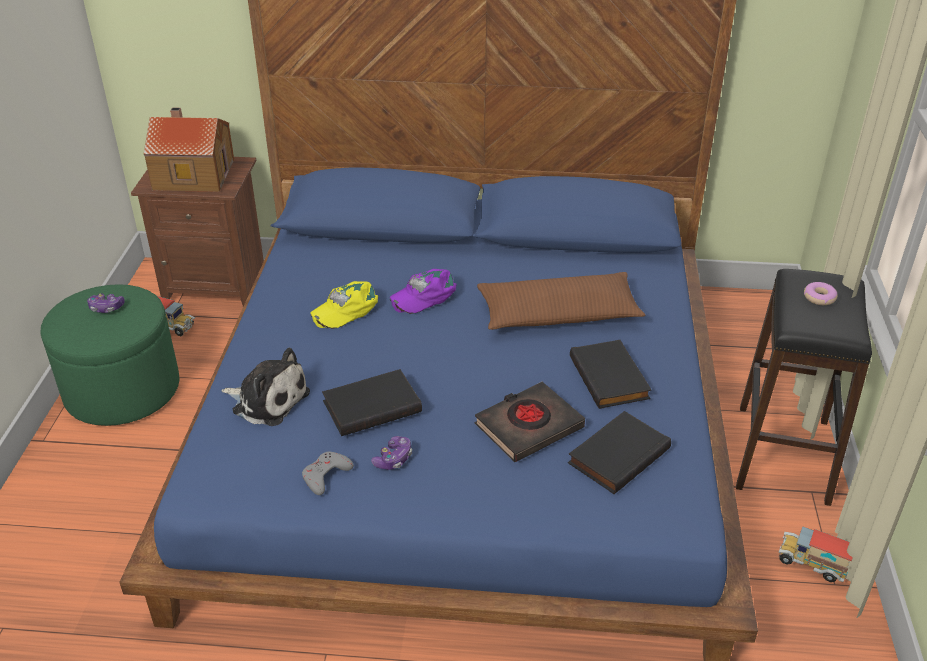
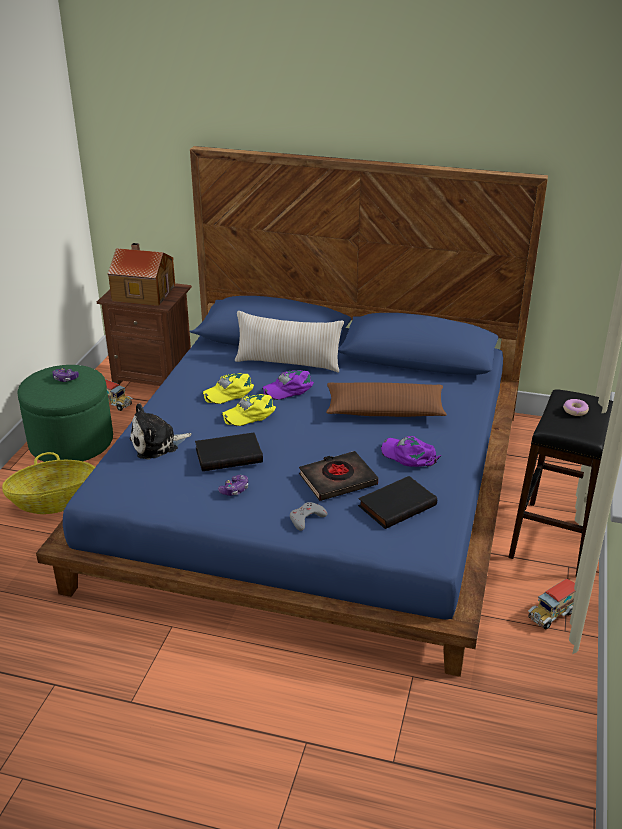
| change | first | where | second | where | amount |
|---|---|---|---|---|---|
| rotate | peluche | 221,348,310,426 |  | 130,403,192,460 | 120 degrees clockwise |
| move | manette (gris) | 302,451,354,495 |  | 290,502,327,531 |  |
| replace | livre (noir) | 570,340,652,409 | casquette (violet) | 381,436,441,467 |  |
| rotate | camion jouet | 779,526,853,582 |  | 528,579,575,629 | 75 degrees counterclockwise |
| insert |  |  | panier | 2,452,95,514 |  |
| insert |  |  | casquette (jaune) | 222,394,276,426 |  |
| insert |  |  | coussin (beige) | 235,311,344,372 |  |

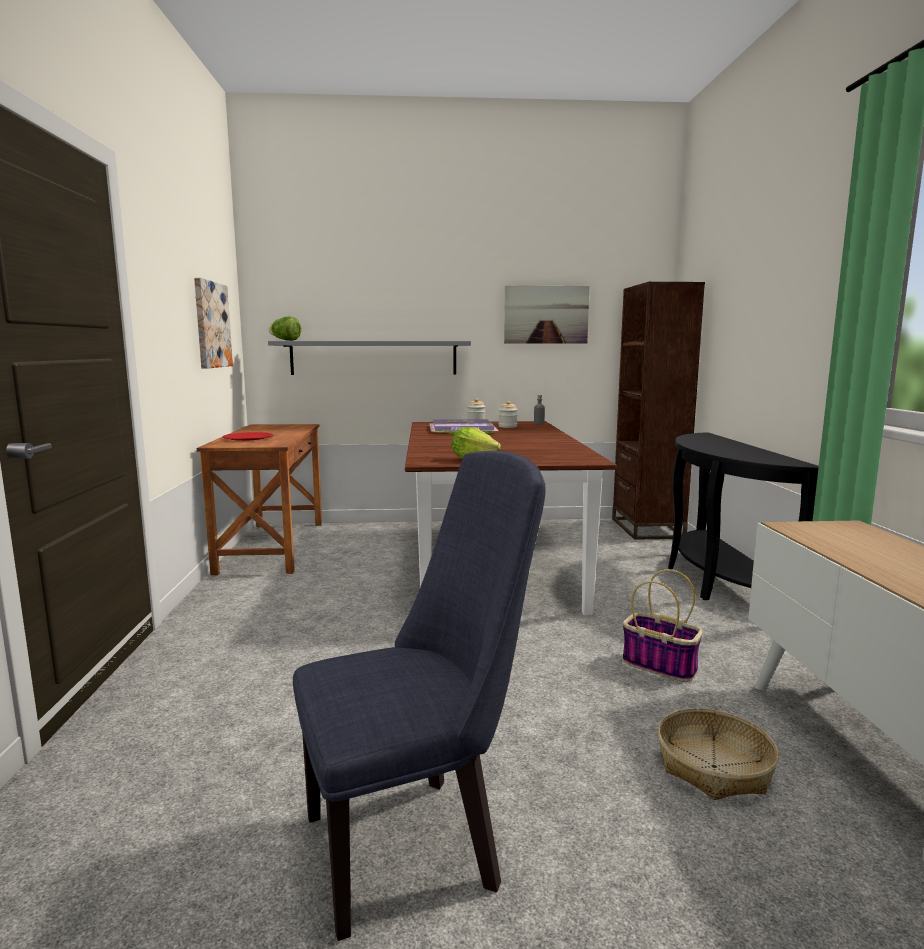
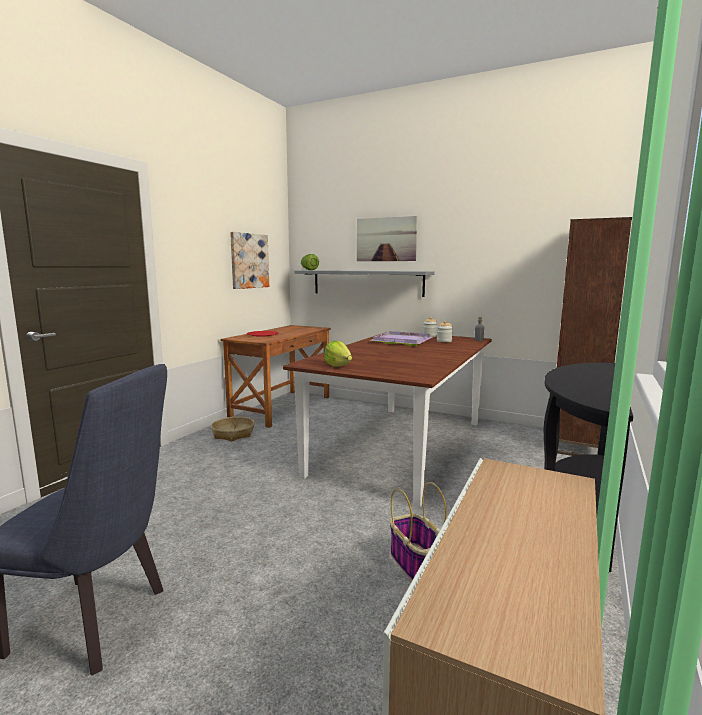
| change | first | where | second | where | amount |
|---|---|---|---|---|---|
| move | tableau | 504,285,590,343 |  | 357,216,417,261 |  |
| move | panier | 658,708,779,800 |  | 211,417,255,442 |  |

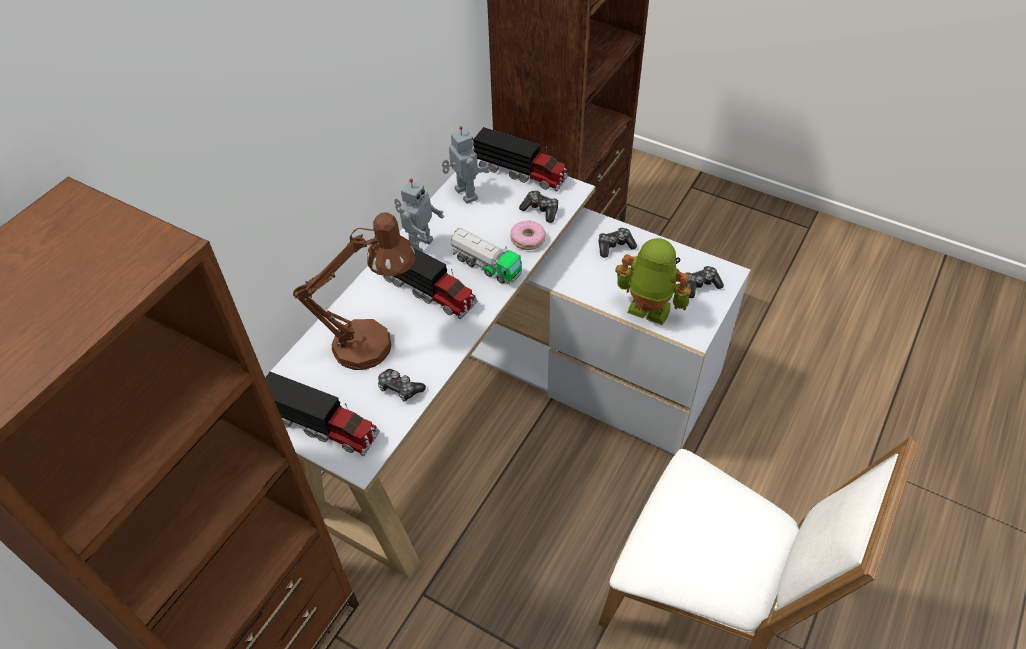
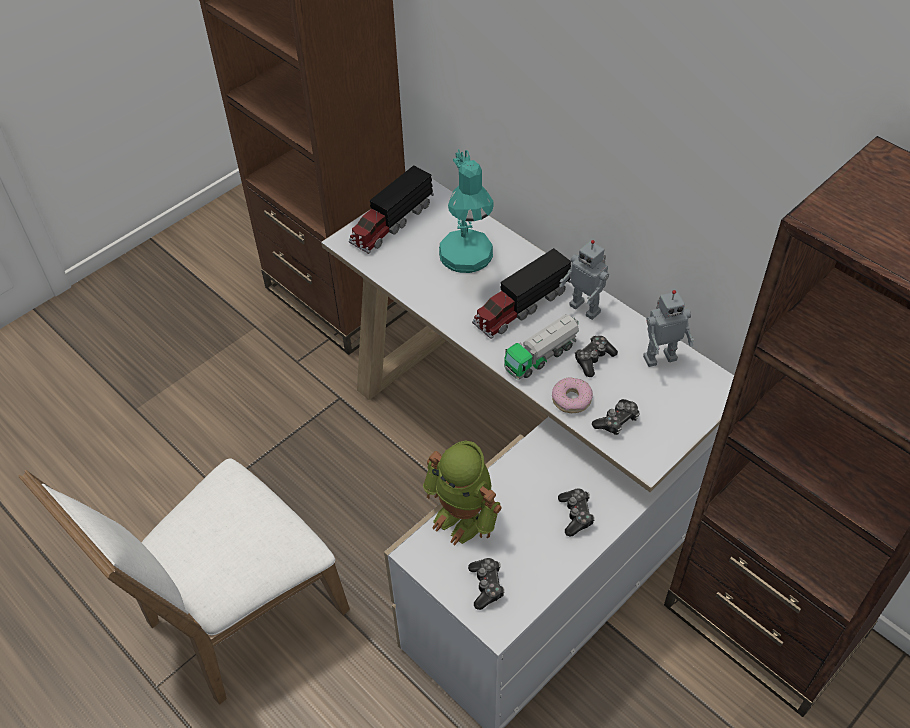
| change | first | where | second | where | amount |
|---|---|---|---|---|---|
| recolor | lampe de table (marron) | 293,212,416,370 | lampe de table (turquoise) | 439,149,494,273 |  |
| move | manette | 378,369,426,401 |  | 575,336,618,377 |  |
| delete | camion jouet | 473,127,568,191 |  |  |  |
| rotate | robot jouet | 615,238,692,325 |  | 423,441,502,545 | 90 degrees clockwise |

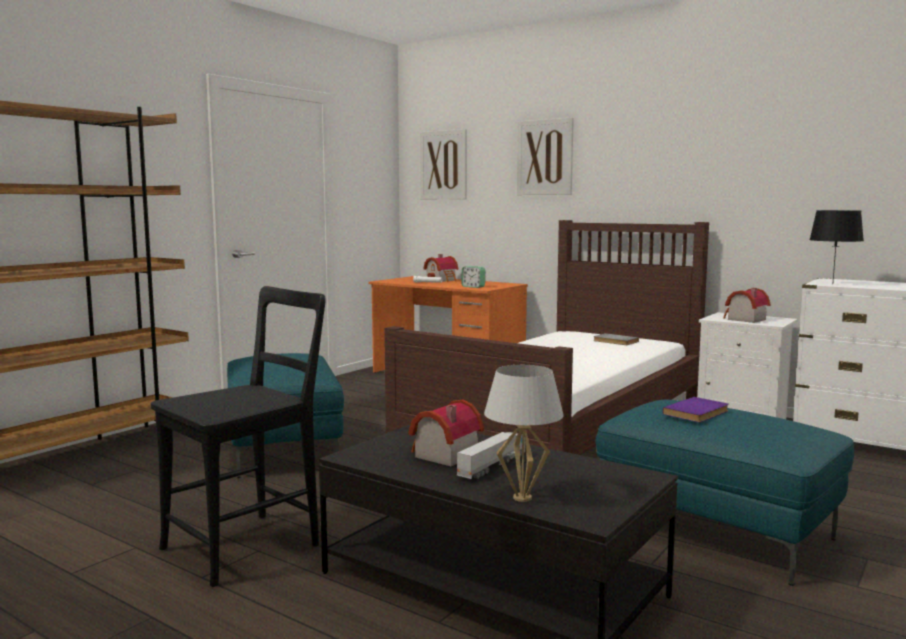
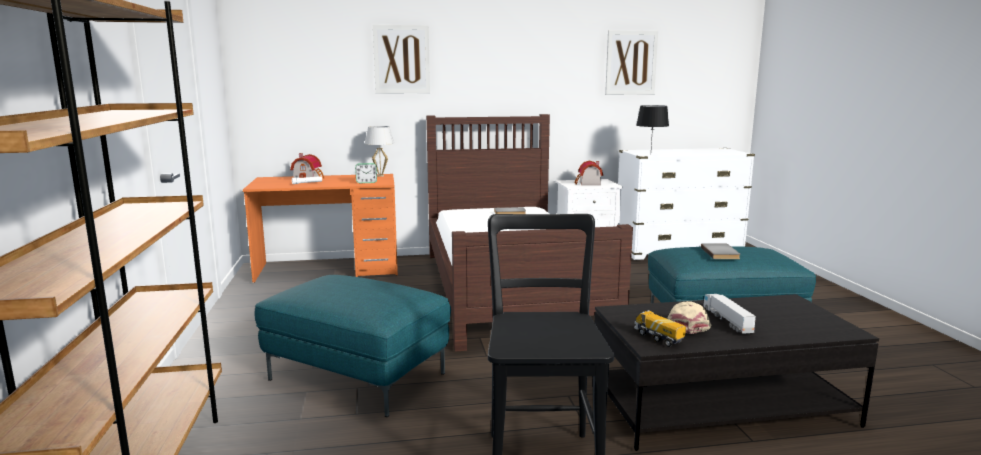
| change | first | where | second | where | amount |
|---|---|---|---|---|---|
| replace | maison miniature | 408,400,484,467 | casquette (beige) | 667,301,711,334 |  |
| move | tableau | 420,129,467,199 |  | 605,30,658,95 |  |
| move | lampe de table (blanc) | 484,365,564,502 |  | 364,126,394,177 |  |
| recolor | livre (violet) | 663,397,729,422 | livre (gris) | 701,243,740,259 |  |
| insert |  |  | camion jouet | 634,310,686,347 |  |

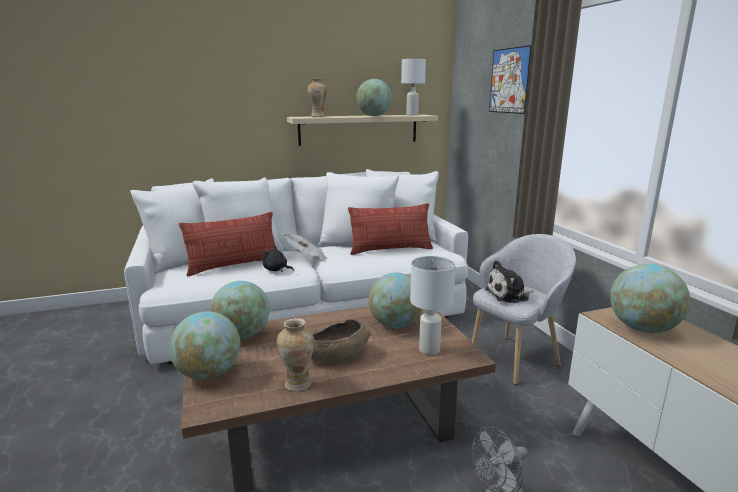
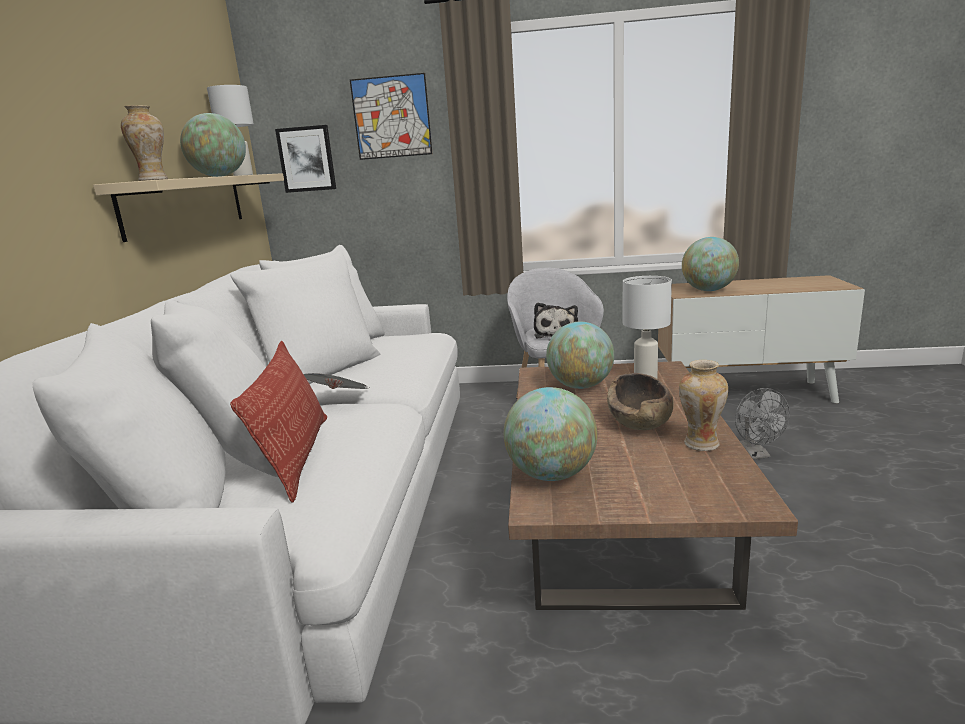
| change | first | where | second | where | amount |
|---|---|---|---|---|---|
| delete | globe | 169,311,240,380 |  |  |  |
| delete | peluche (noir) | 262,246,294,272 |  |  |  |
| delete | coussin | 348,203,433,255 |  |  |  |
| insert |  |  | tableau | 275,125,336,193 |  |

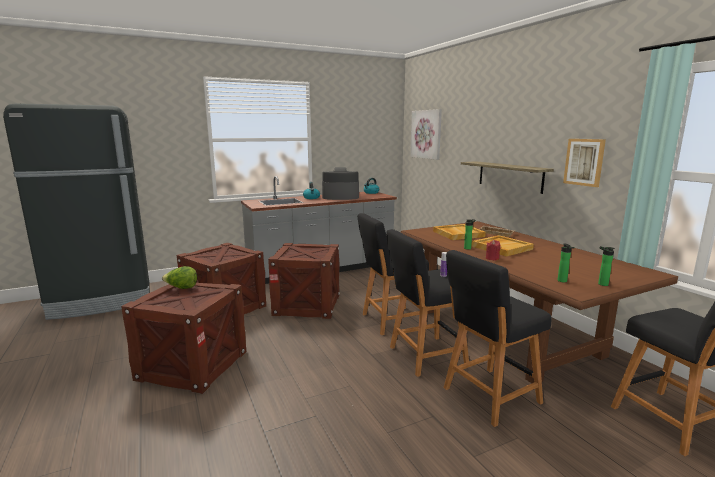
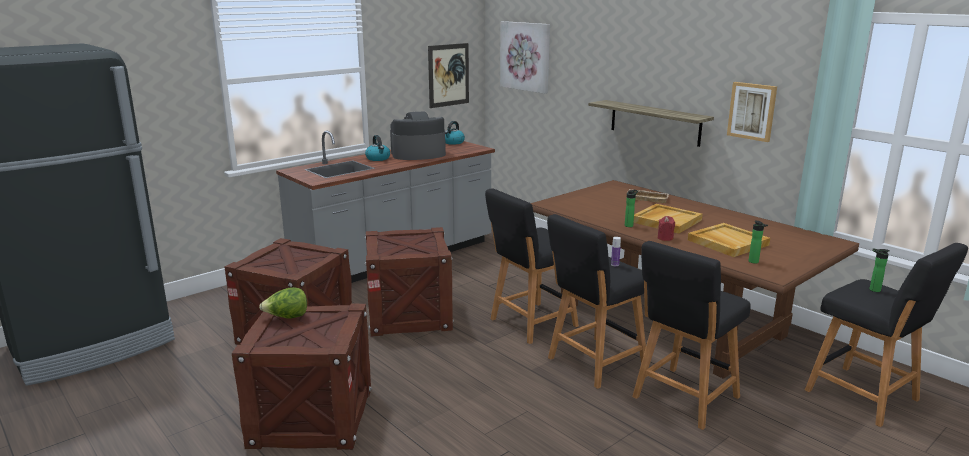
| change | first | where | second | where | amount |
|---|---|---|---|---|---|
| move | plateau (beige) | 433,224,486,240 |  | 688,223,770,257 |  |
| move | bouteille | 598,246,615,286 |  | 870,248,890,292 |  |
| insert |  |  | tableau | 428,43,469,108 |  |

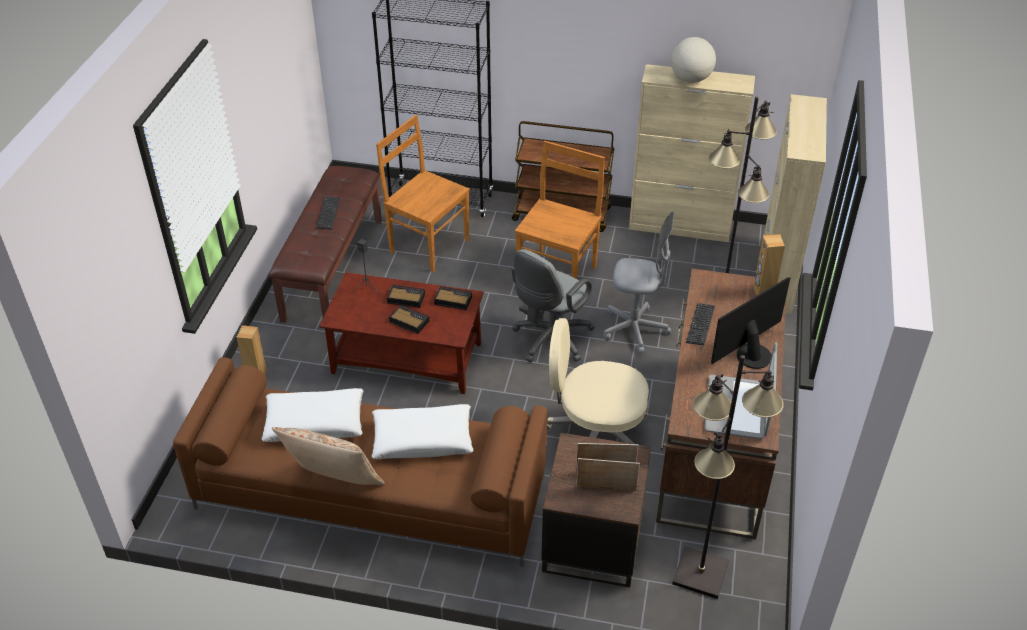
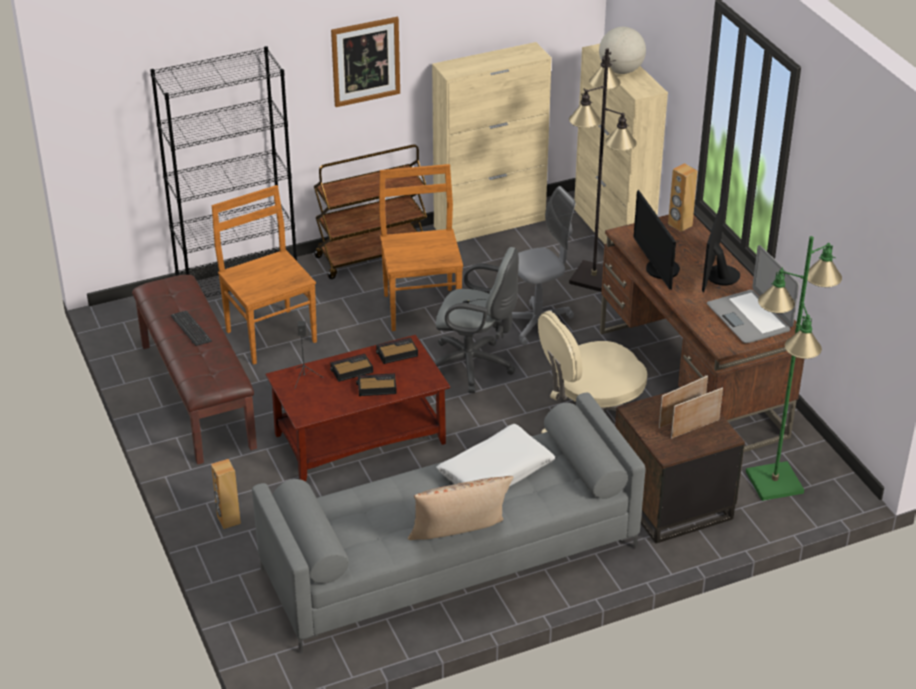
| change | first | where | second | where | amount |
|---|---|---|---|---|---|
| recolor | canapé (marron) | 173,357,548,567 | canapé (gris) | 252,393,646,654 |  |
| delete | coussin (blanc) | 262,388,364,442 |  |  |  |
| rotate | chaise (marron) | 376,115,470,272 |  | 212,185,317,365 | 60 degrees clockwise |
| rotate | chaise de bureau (gris) | 512,249,595,362 |  | 434,247,519,393 | 75 degrees counterclockwise |
| move | globe | 671,37,716,83 |  | 599,27,646,74 |  |
| recolor | lampadaire (noir) | 672,355,784,599 | lampadaire (vert) | 746,236,842,501 |  |
| replace | clavier | 686,303,715,345 | écran d'ordinateur | 633,190,680,290 |  |
| insert |  |  | tableau | 331,17,400,107 |  |

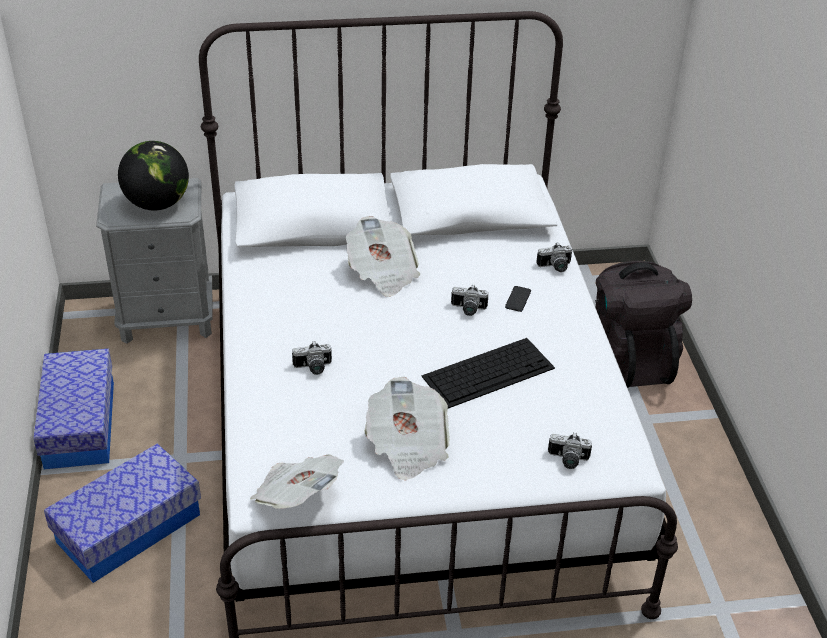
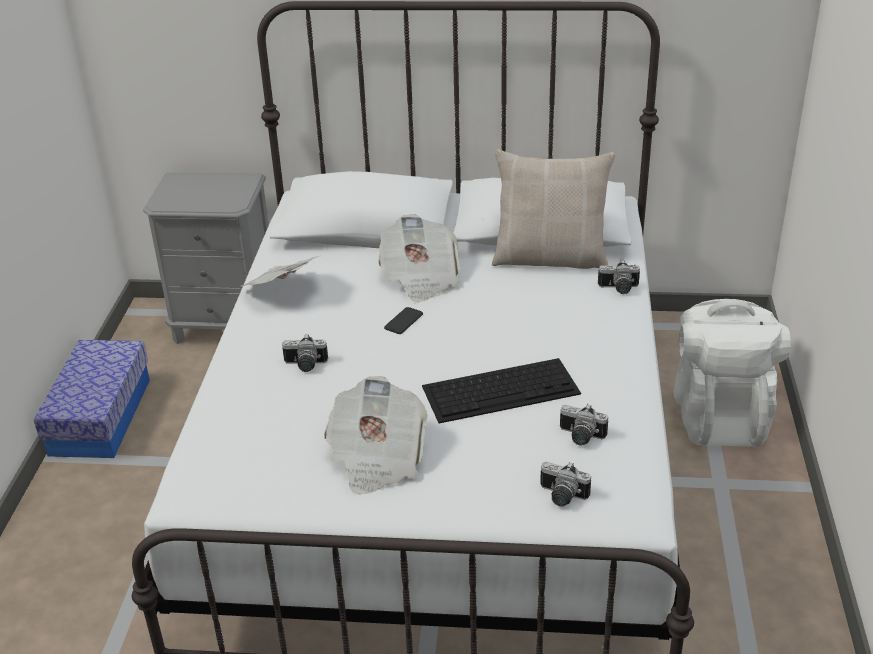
| change | first | where | second | where | amount |
|---|---|---|---|---|---|
| delete | boîte de rangement | 44,444,201,583 |  |  |  |
| delete | globe | 118,141,189,210 |  |  |  |
| move | journal | 250,454,344,509 |  | 241,256,319,287 |  |
| move | appareil photo | 451,285,488,316 |  | 560,404,608,446 |  |
| move | téléphone | 505,286,531,312 |  | 384,307,423,334 |  |
| recolor | sac à dos (noir) | 595,261,692,388 | sac à dos (blanc) | 673,299,791,447 |  |
| insert |  |  | coussin (beige) | 492,149,615,269 |  |

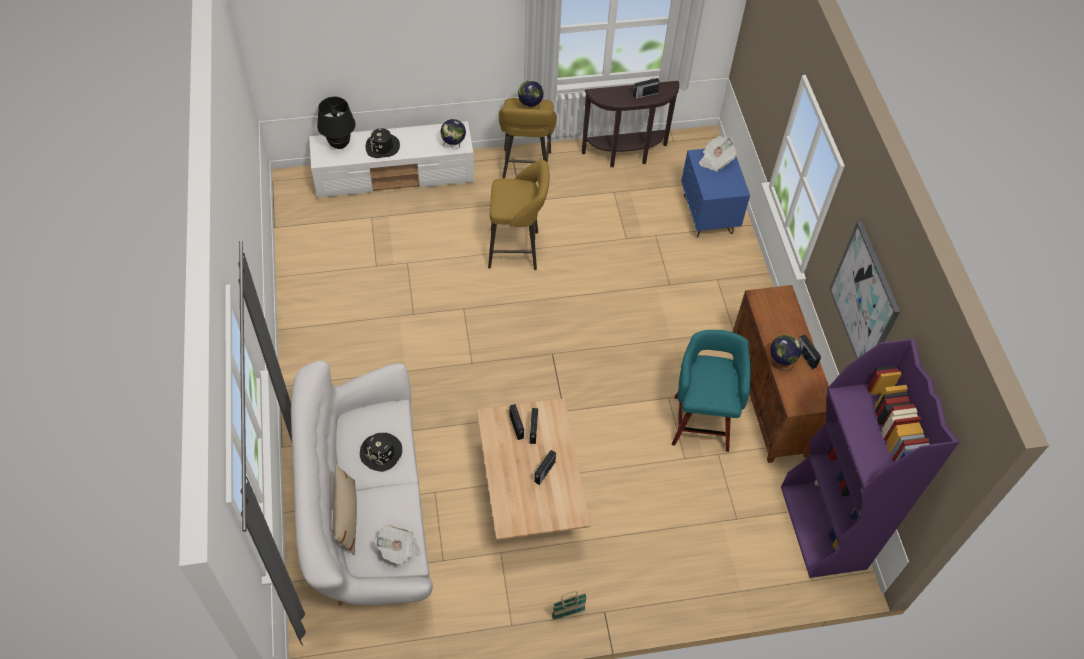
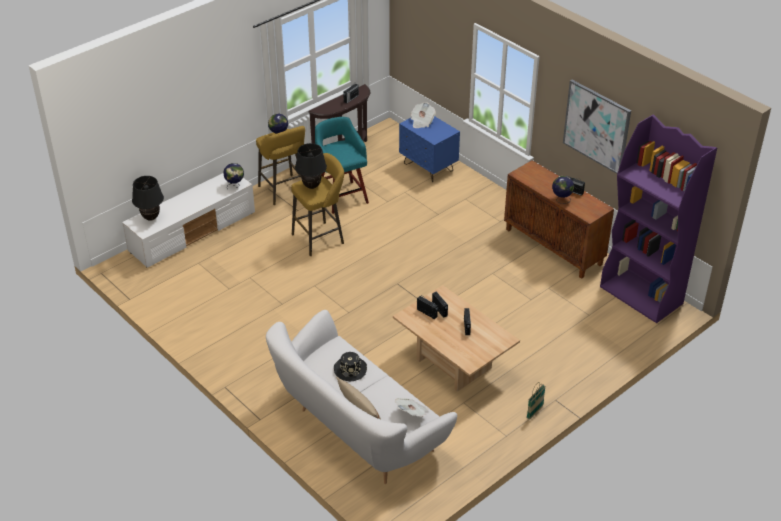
| change | first | where | second | where | amount |
|---|---|---|---|---|---|
| delete | chapeau (noir) | 366,128,400,158 |  |  |  |
| move | tabouret (turquoise) | 672,330,751,452 |  | 315,117,369,214 |  |
| insert |  |  | lampe de table (noir) | 295,143,327,189 |  |

